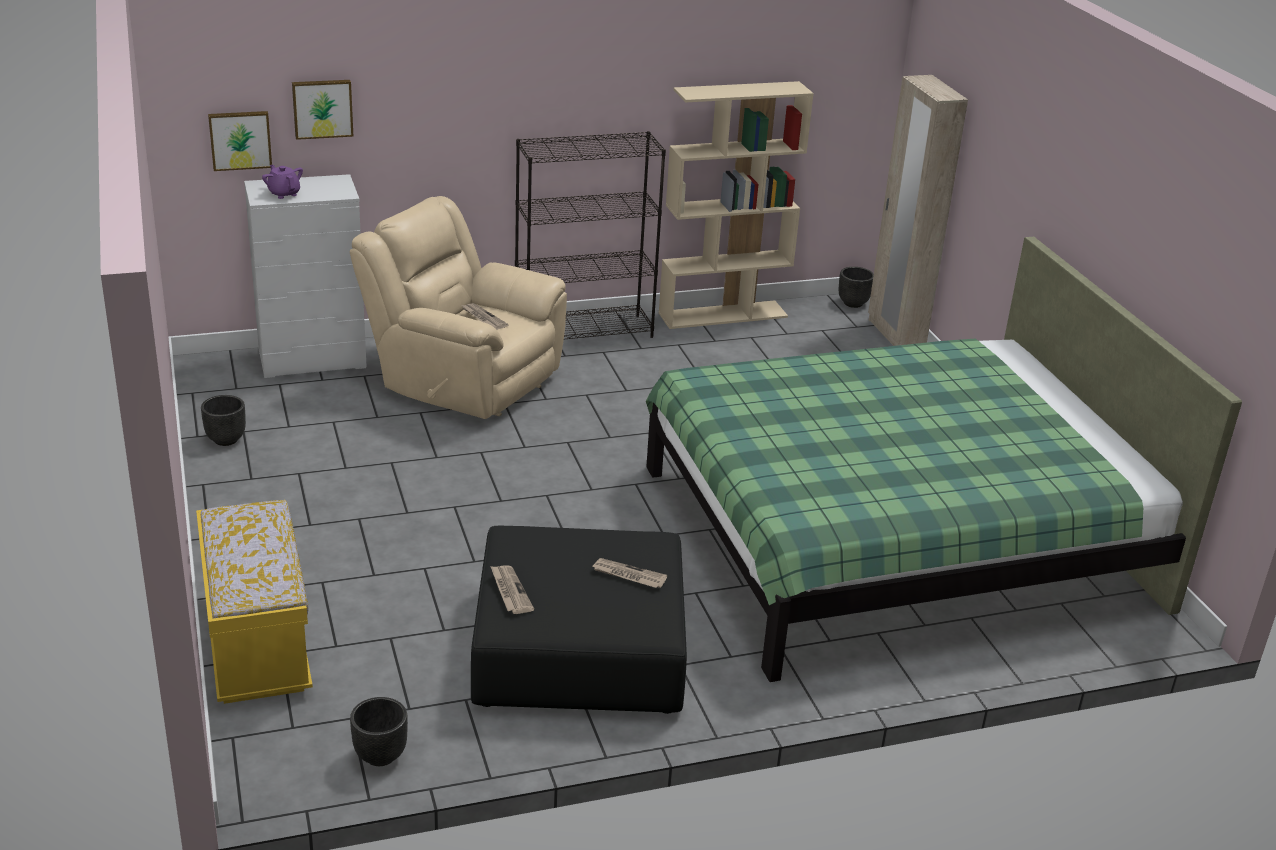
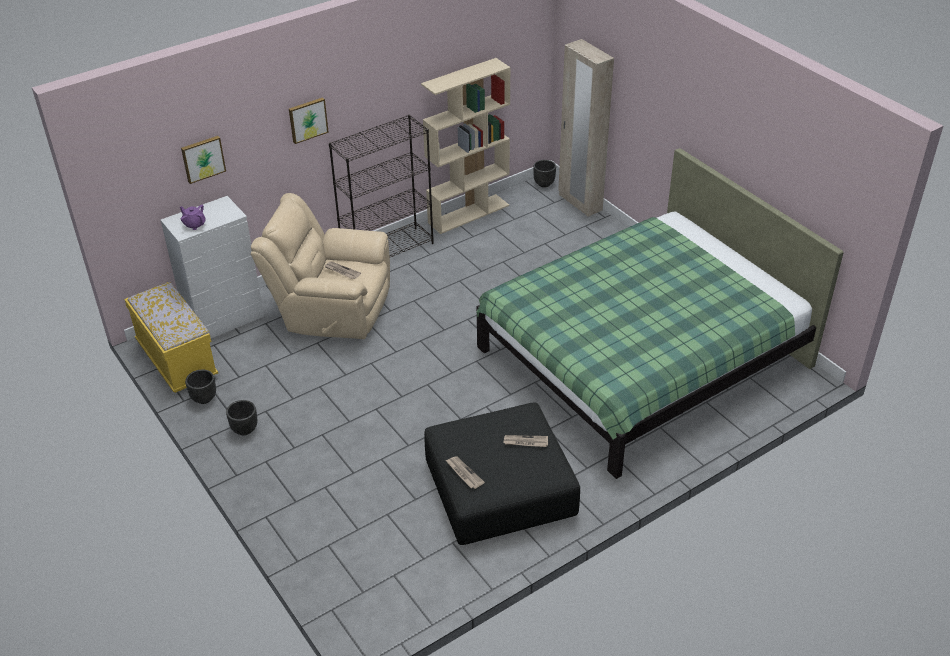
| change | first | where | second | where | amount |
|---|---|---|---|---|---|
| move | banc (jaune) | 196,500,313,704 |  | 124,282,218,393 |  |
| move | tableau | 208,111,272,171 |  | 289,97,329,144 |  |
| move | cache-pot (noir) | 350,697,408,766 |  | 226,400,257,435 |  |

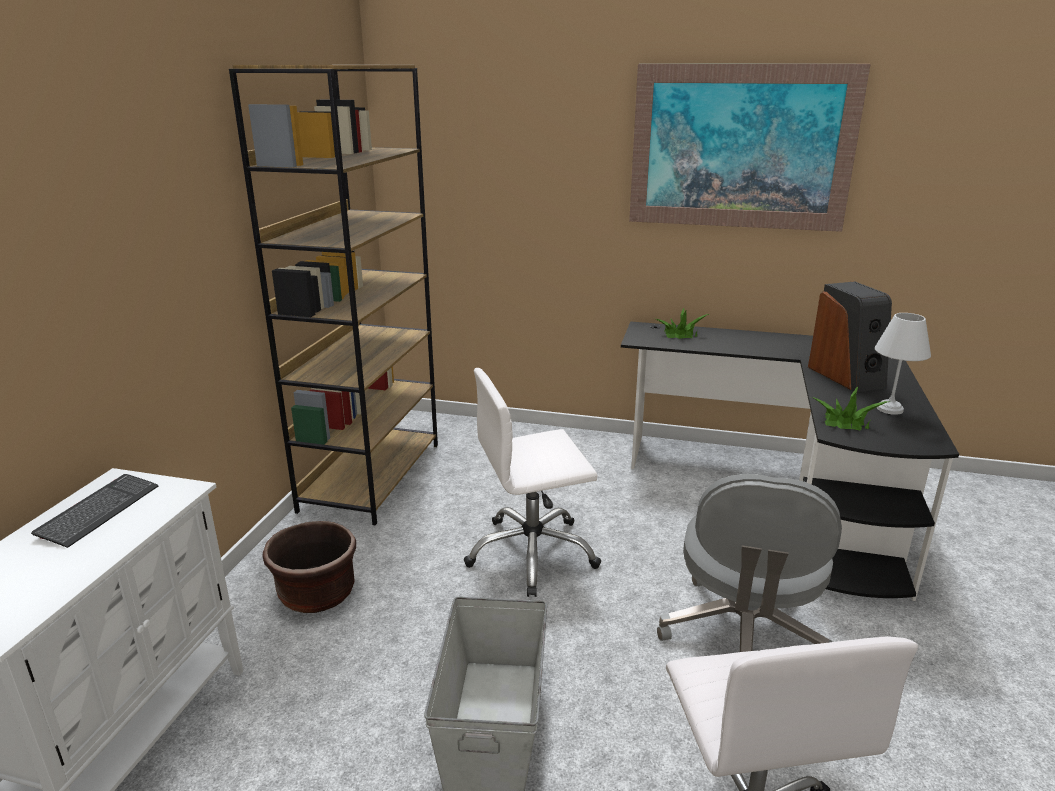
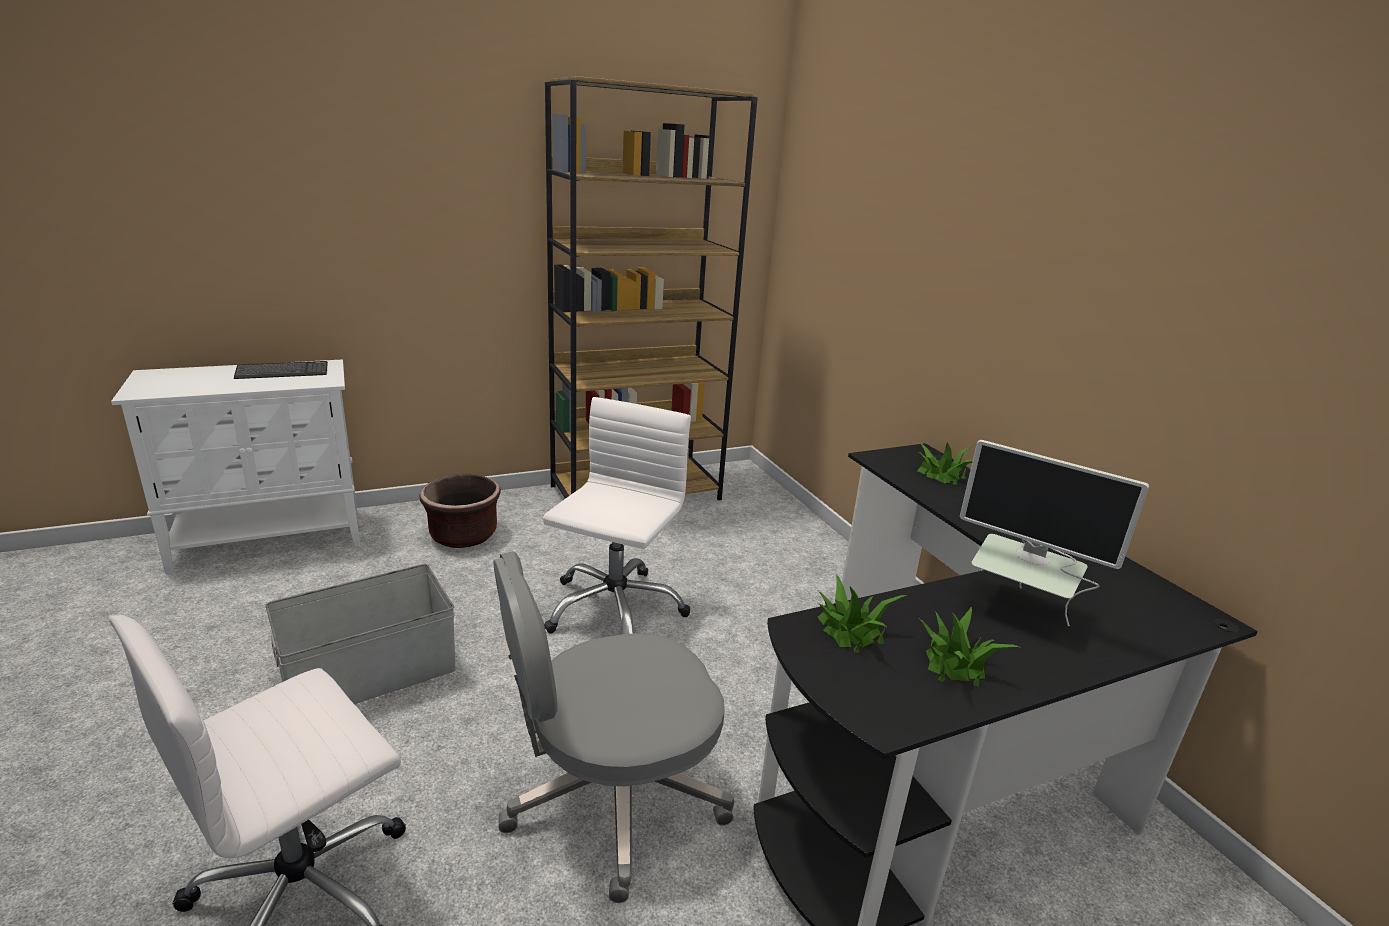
| change | first | where | second | where | amount |
|---|---|---|---|---|---|
| rotate | chaise de bureau (blanc) | 464,368,601,597 |  | 543,397,691,634 | 75 degrees clockwise |
| delete | tableau | 629,64,871,232 |  |  |  |
| replace | enceinte | 808,282,892,392 | écran d'ordinateur | 960,440,1149,626 |  |
| replace | lampe de table (blanc) | 875,313,931,415 | plante en pot | 920,607,1019,686 |  |

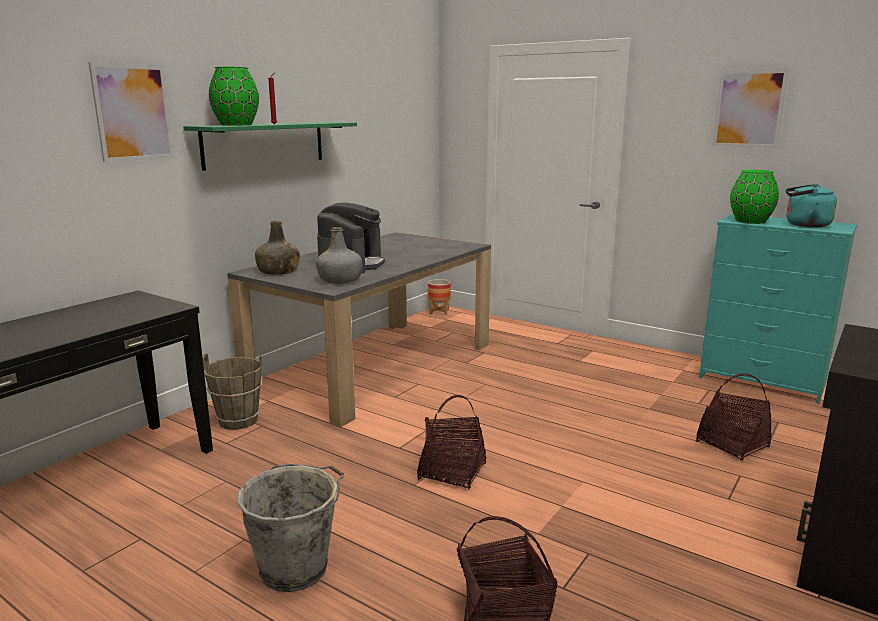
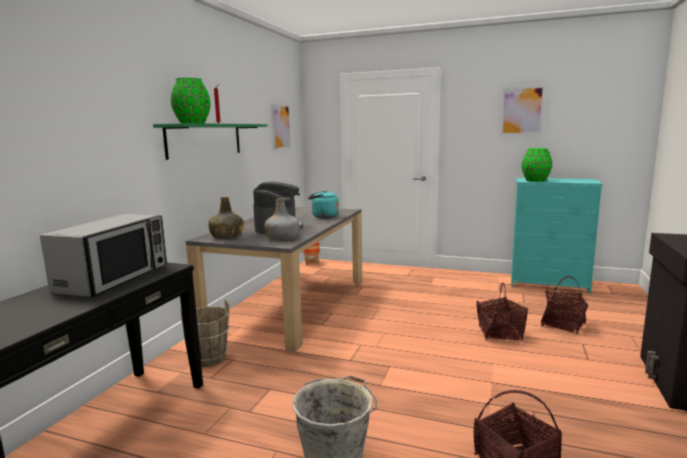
| change | first | where | second | where | amount |
|---|---|---|---|---|---|
| move | tableau | 89,62,174,162 |  | 271,103,291,150 |  |
| move | panier | 417,395,486,489 |  | 477,283,528,341 |  |
| move | bouilloire (turquoise) | 786,184,837,227 |  | 308,190,339,218 |  |
| insert |  |  | micro-ondes | 40,214,167,297 |  |

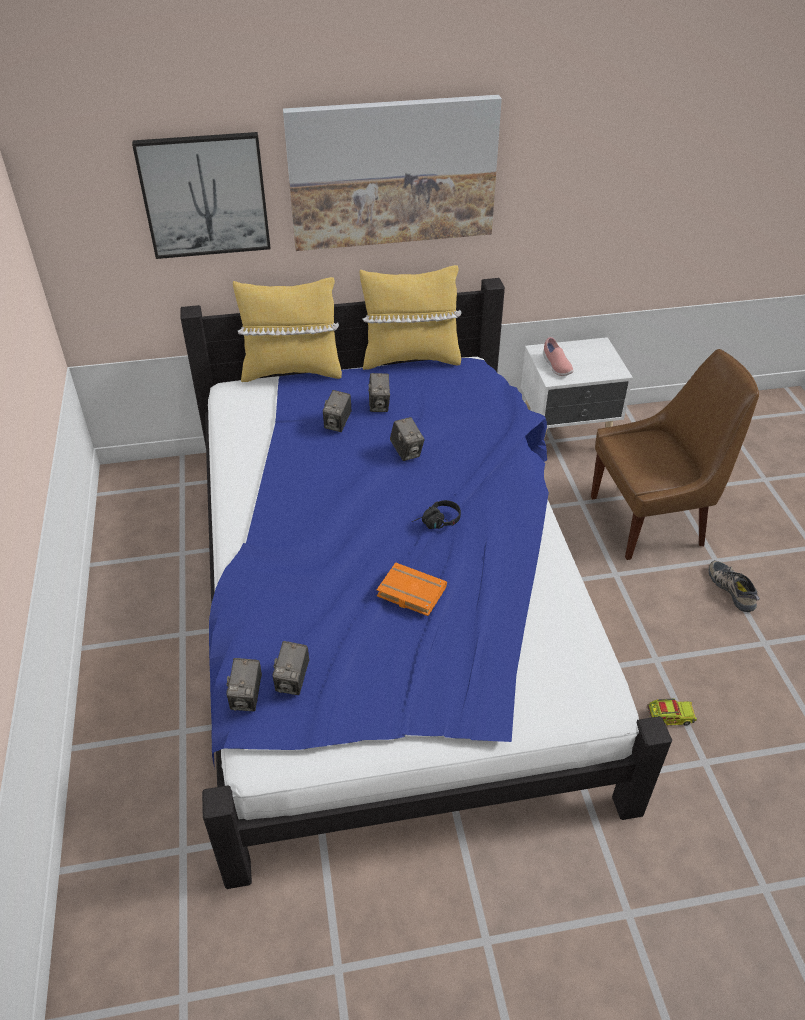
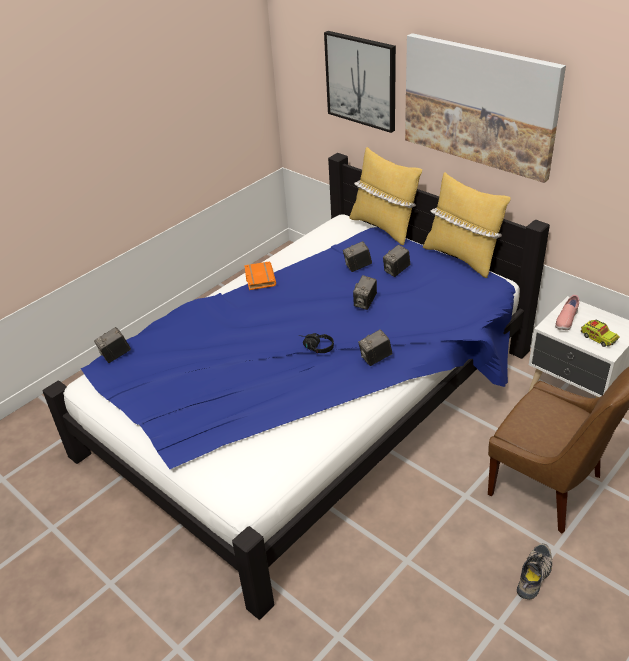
| change | first | where | second | where | amount |
|---|---|---|---|---|---|
| move | appareil photo | 273,641,309,695 |  | 358,329,392,366 |  |
| move | livre (orange) | 377,562,447,616 |  | 244,262,276,290 |  |
| move | camion jouet | 647,698,697,726 |  | 581,320,620,347 |  |

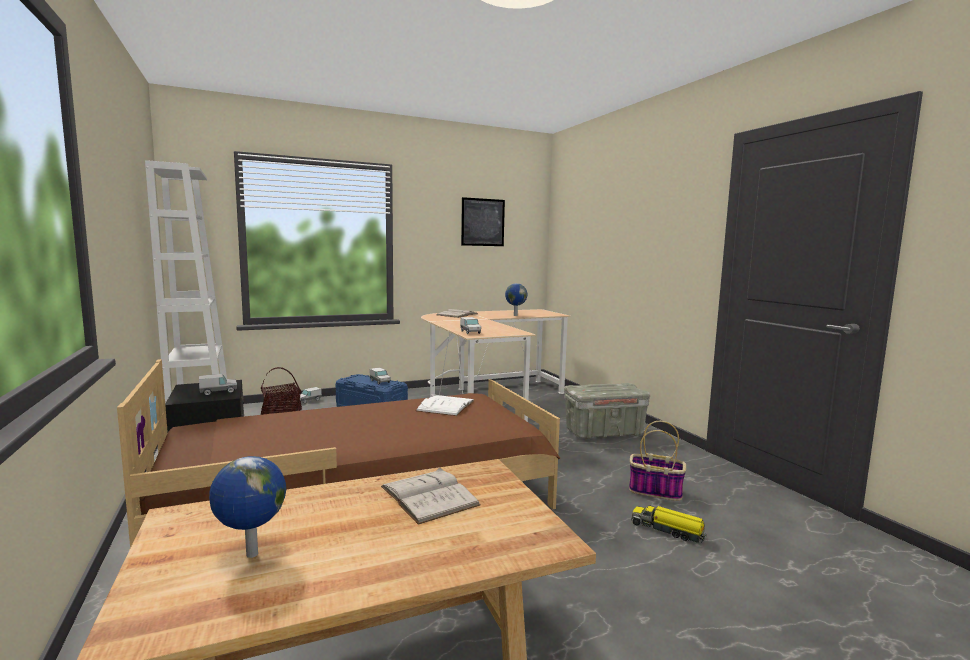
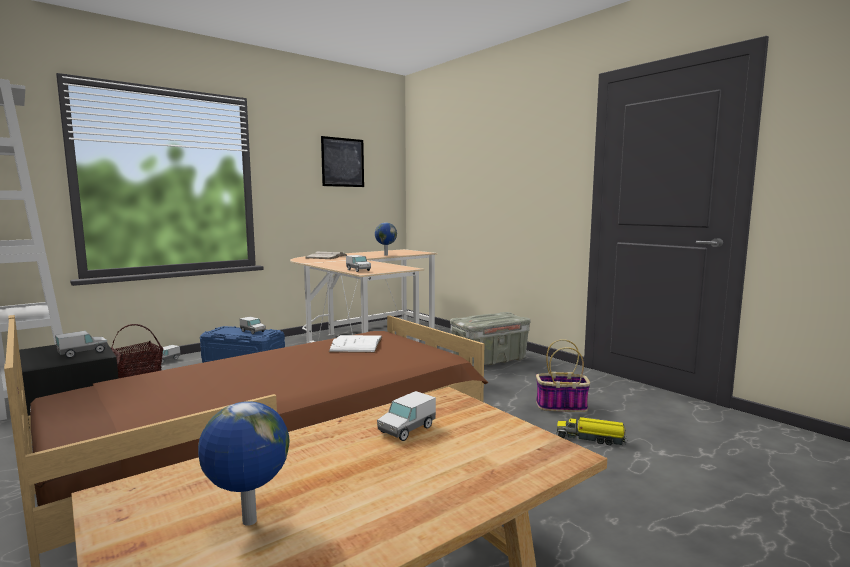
| change | first | where | second | where | amount |
|---|---|---|---|---|---|
| replace | livre (blanc) | 381,468,481,525 | camion jouet | 377,391,436,441 |  |

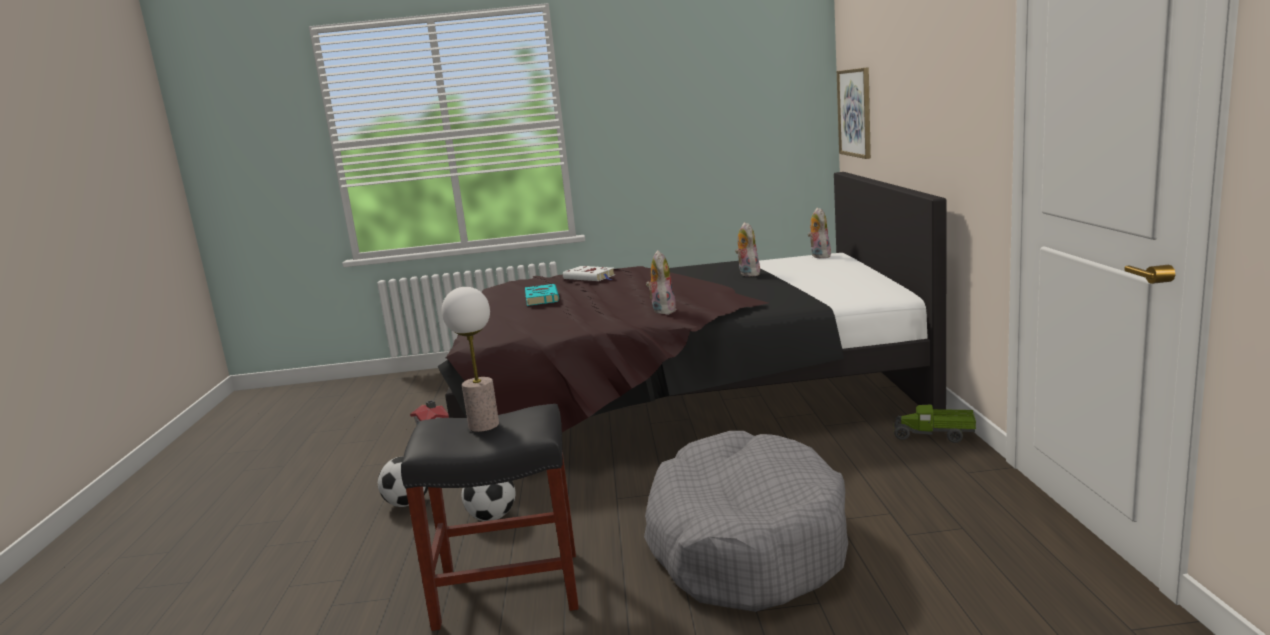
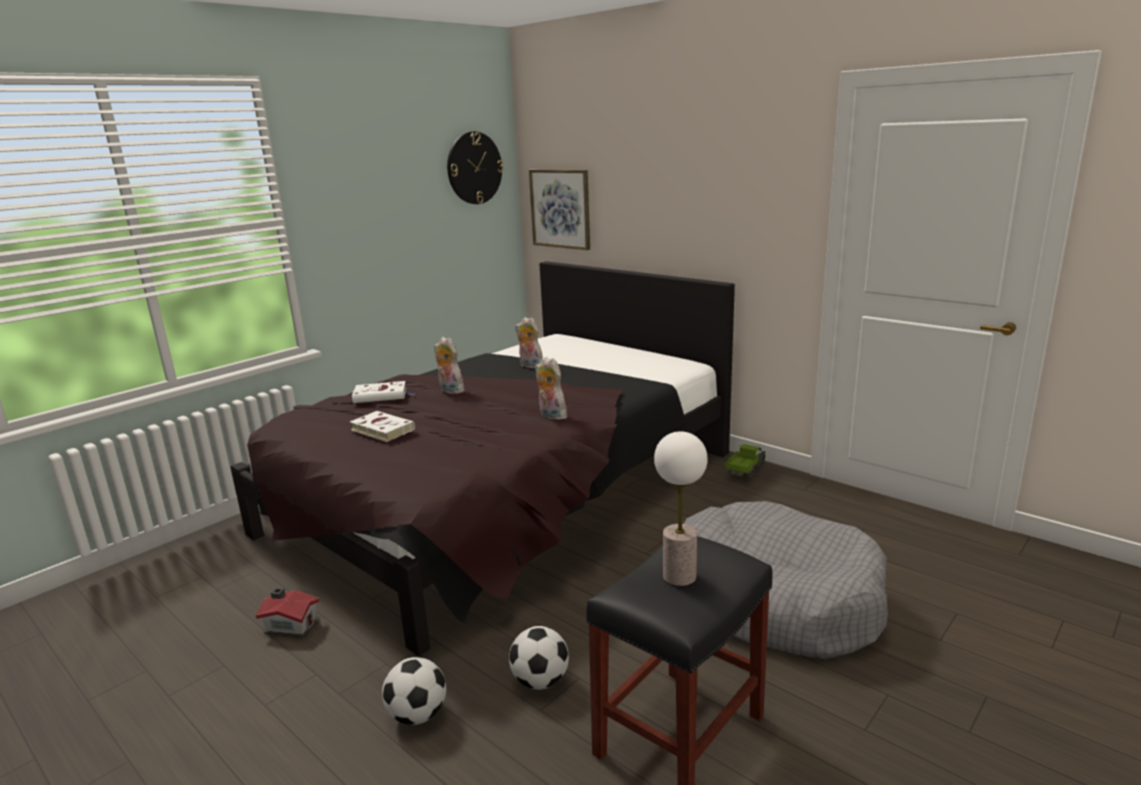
| change | first | where | second | where | amount |
|---|---|---|---|---|---|
| recolor | livre (turquoise) | 525,284,559,306 | livre (blanc) | 350,411,415,442 |  |
| move | peluche | 808,207,831,258 |  | 434,337,464,394 |  |
| rotate | camion jouet | 894,404,976,443 |  | 725,444,765,479 | 150 degrees clockwise |
| insert |  |  | horloge murale | 447,132,503,204 |  |

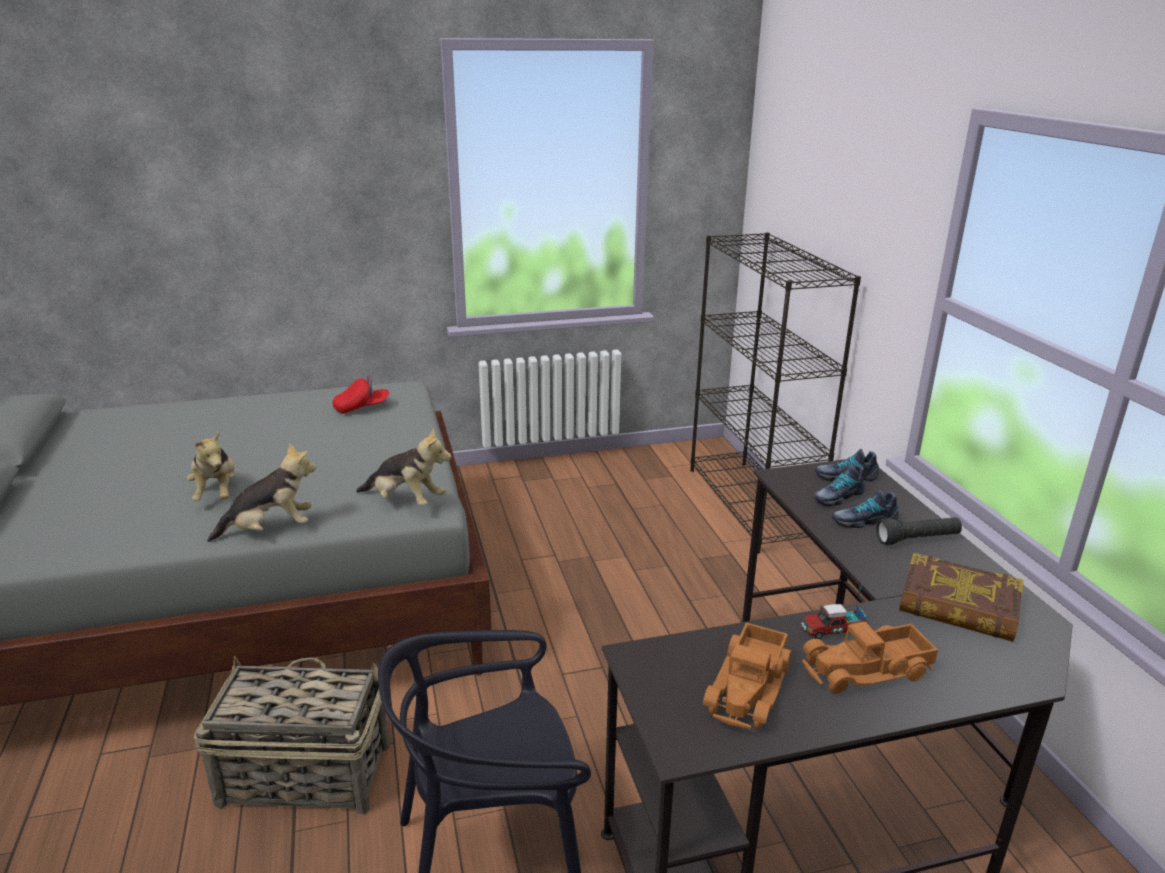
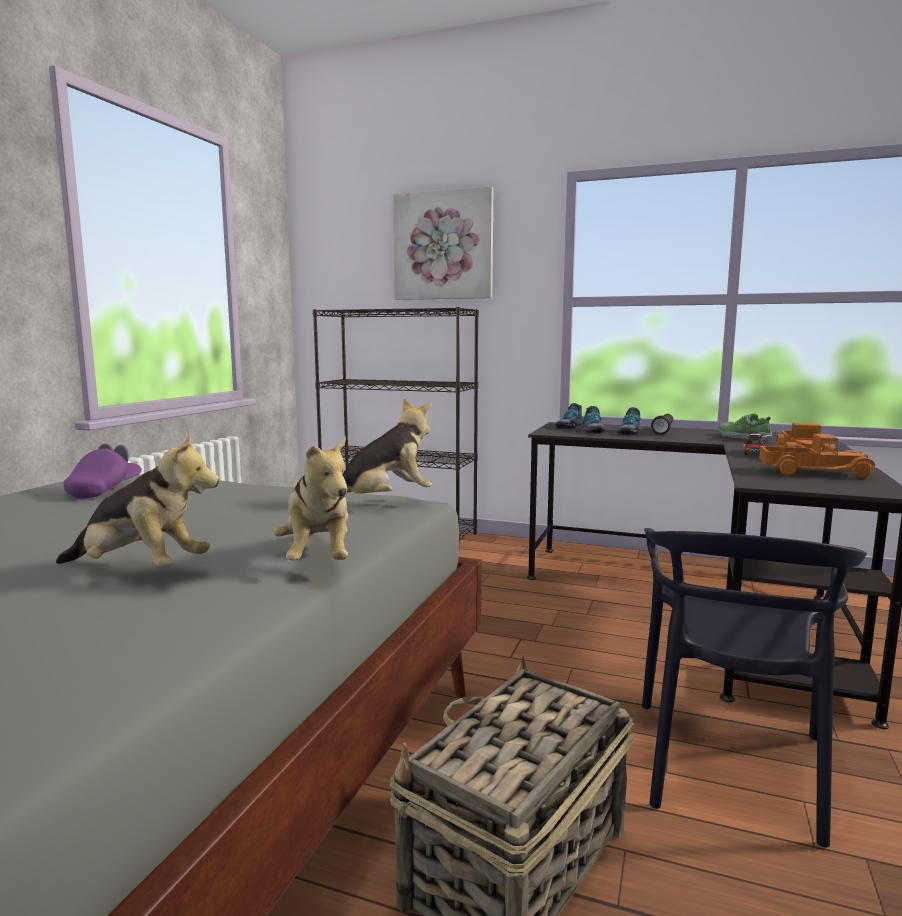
| change | first | where | second | where | amount |
|---|---|---|---|---|---|
| rotate | peluche | 207,443,316,542 |  | 274,436,348,560 | 150 degrees clockwise |
| recolor | casquette (rouge) | 333,374,389,414 | casquette (violet) | 63,444,142,498 |  |
| rotate | camion jouet | 703,623,792,729 |  | 759,434,877,478 | 45 degrees counterclockwise |
| replace | livre | 899,553,1023,642 | chaussure | 719,413,773,440 |  |
| insert |  |  | tableau | 393,186,494,300 |  |

